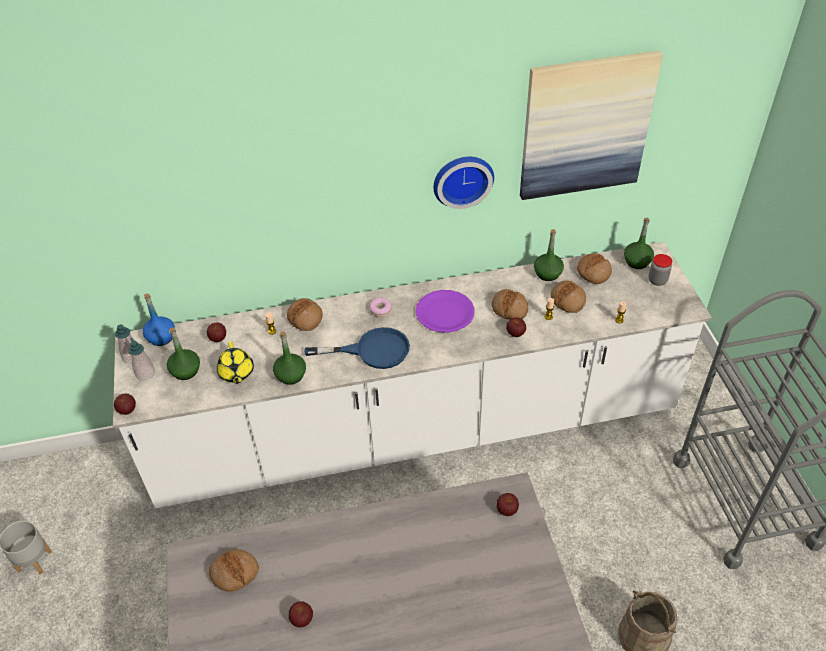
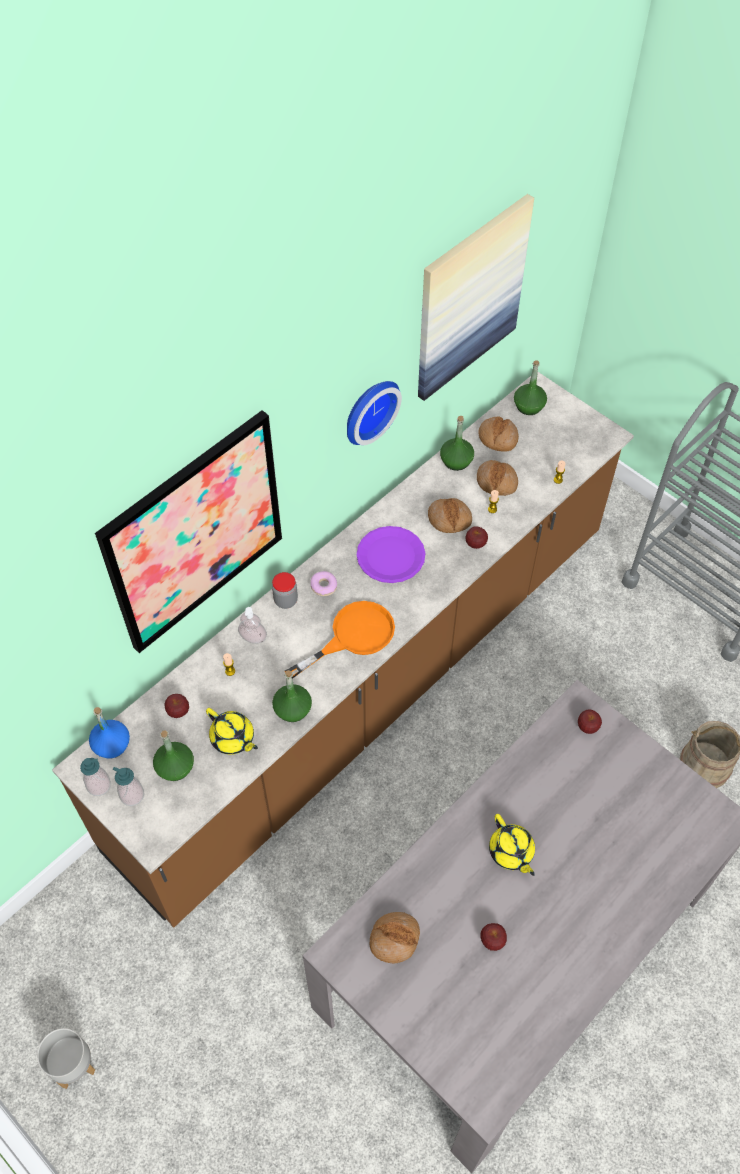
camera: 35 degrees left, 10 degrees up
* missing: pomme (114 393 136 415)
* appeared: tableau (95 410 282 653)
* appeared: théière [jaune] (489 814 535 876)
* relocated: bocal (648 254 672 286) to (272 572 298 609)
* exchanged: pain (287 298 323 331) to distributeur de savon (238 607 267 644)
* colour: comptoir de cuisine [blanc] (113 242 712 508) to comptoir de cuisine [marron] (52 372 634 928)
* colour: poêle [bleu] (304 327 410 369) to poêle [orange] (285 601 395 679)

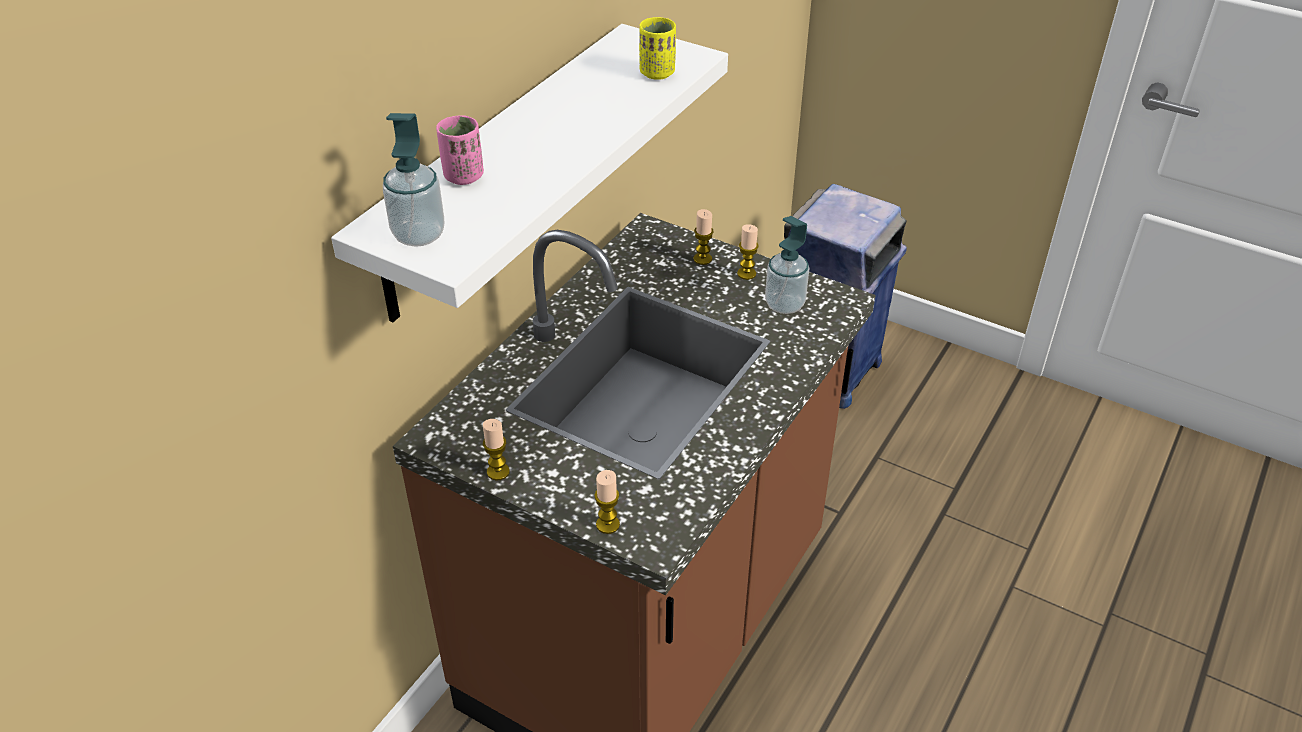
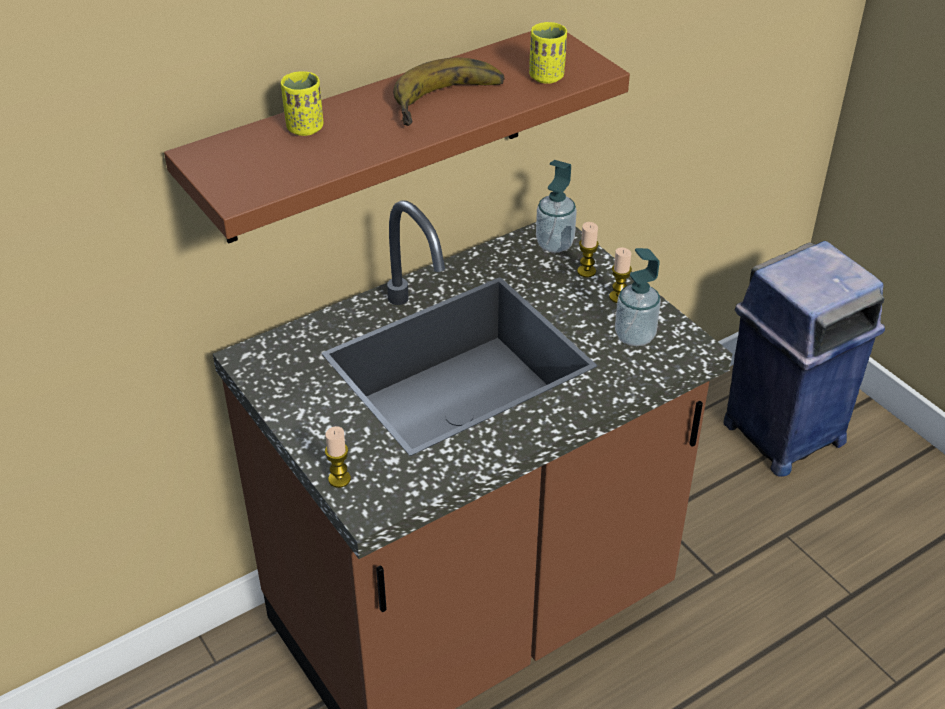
camera: 25 degrees right, 0 degrees up
* missing: bougie (483 419 510 481)
* appeared: banane (393 57 505 126)
* relocated: distributeur de savon (383 113 444 247) to (536 160 577 253)
* colour: étagère [blanc] (331 24 728 322) to étagère [marron] (164 31 630 243)
* colour: tasse [rose] (436 115 484 185) to tasse [jaune] (281 71 324 136)

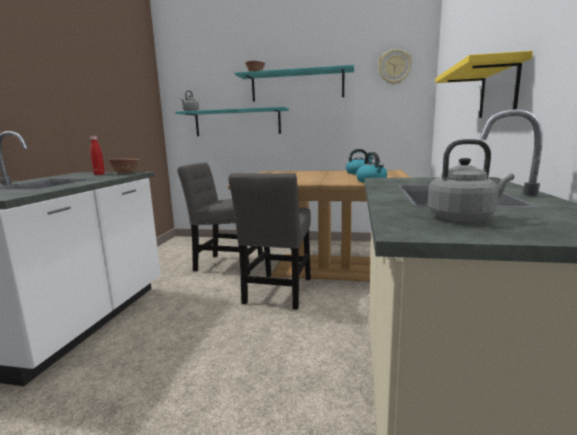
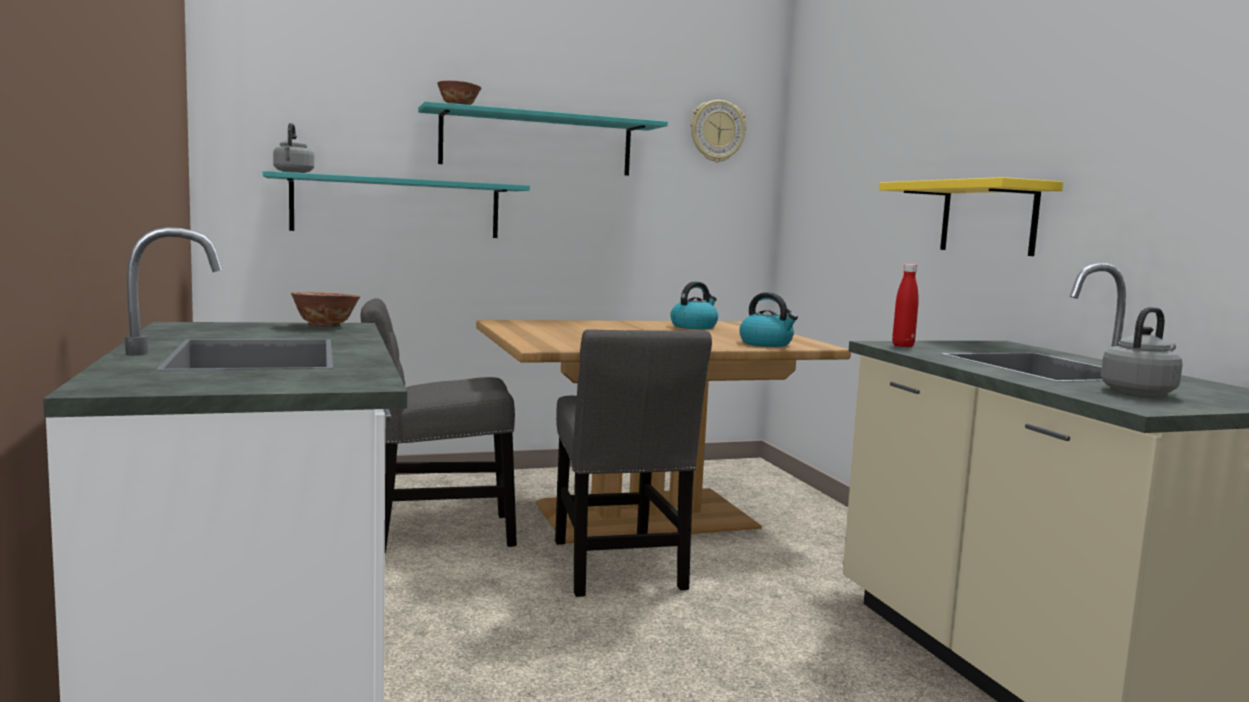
camera: 30 degrees left, 5 degrees down
* relocated: bouteille [rouge] (90 136 105 175) to (892 264 919 347)

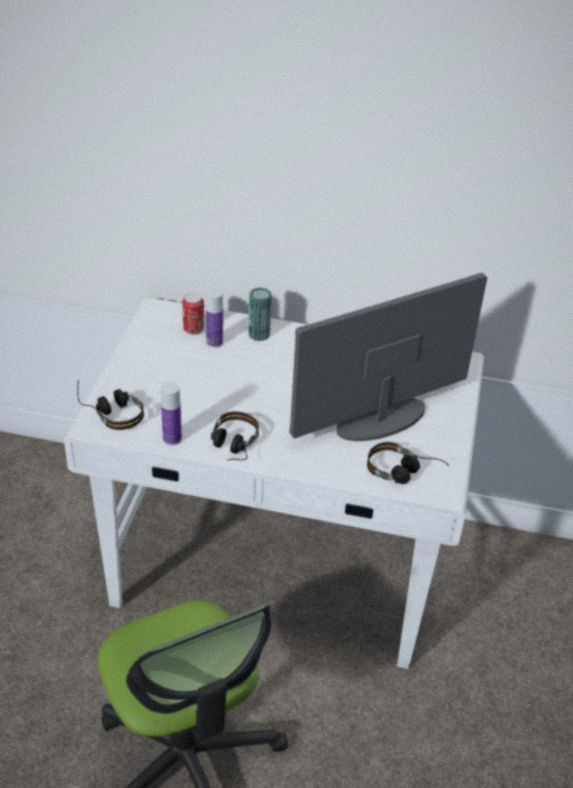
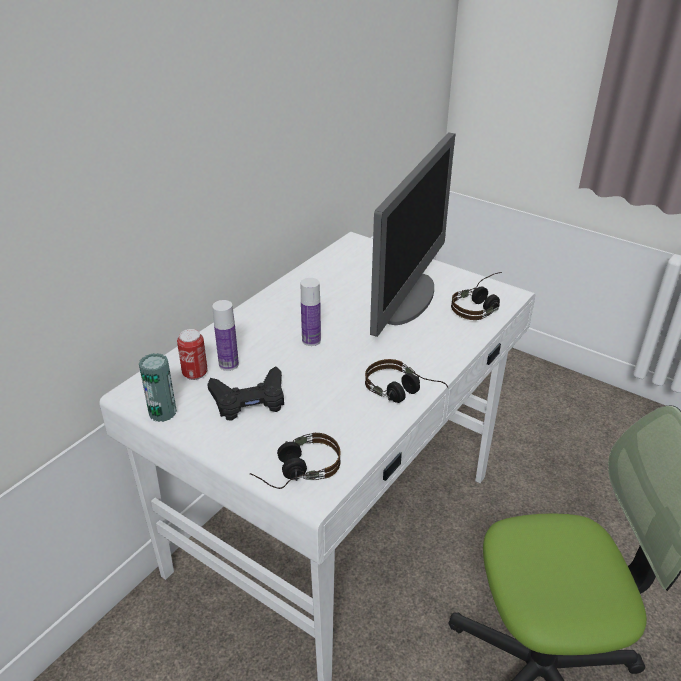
camera: 65 degrees left, 5 degrees down
* appeared: manette [noir] (207 366 284 421)
* relocated: bouteille (161 382 182 446) to (301 278 321 346)
* relocated: boîte métallique (249 288 272 341) to (139 353 177 422)
* spun: écran d'ordinateur (289 273 487 441) = (370 132 455 337) 150 degrees counterclockwise

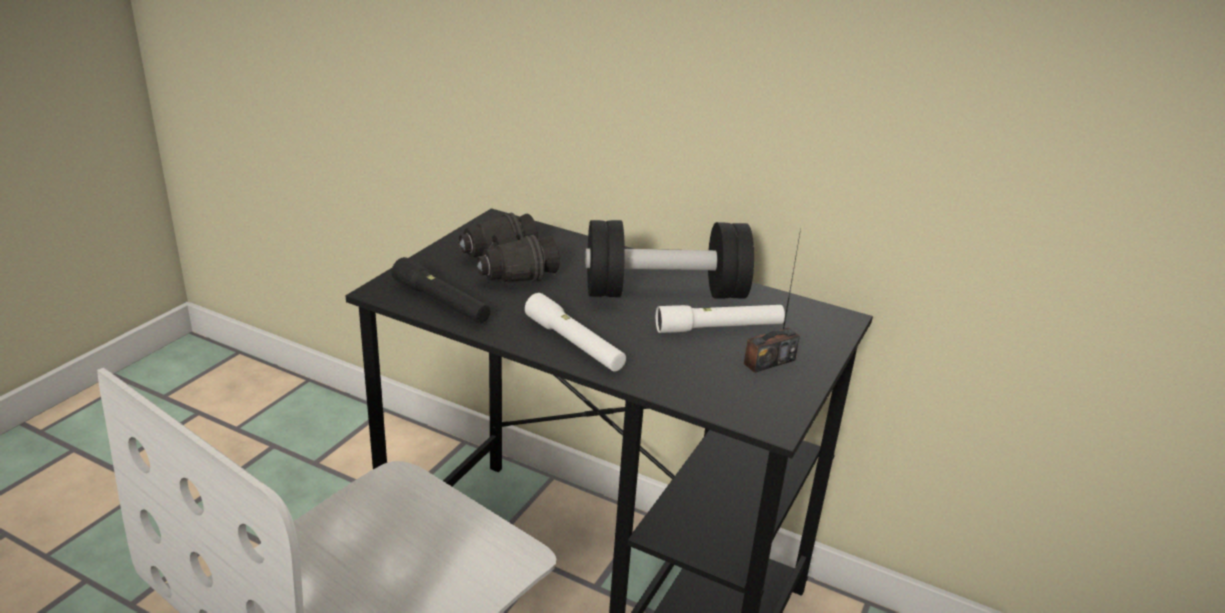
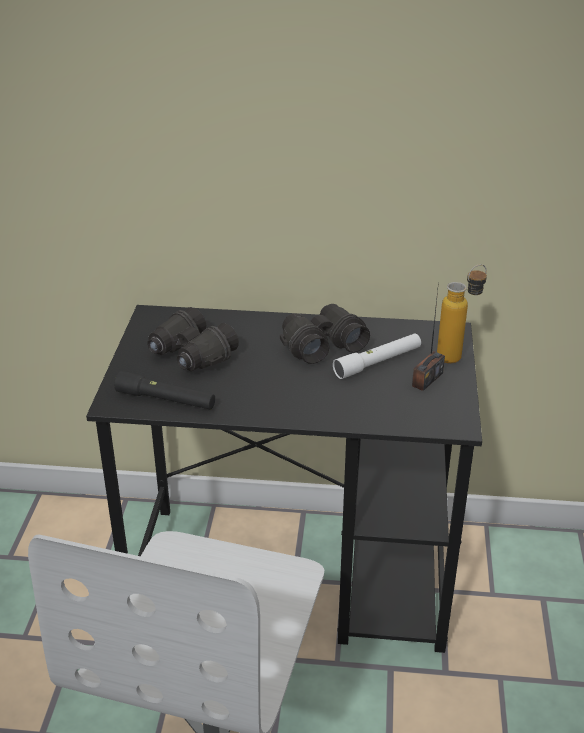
camera: 20 degrees left, 5 degrees up
* missing: lampe de poche [blanc] (525 293 626 372)
* appeared: bouteille (437 264 487 363)
* exchanged: haltère [noir] (585 220 754 299) to jumelles [noir] (280 304 370 364)

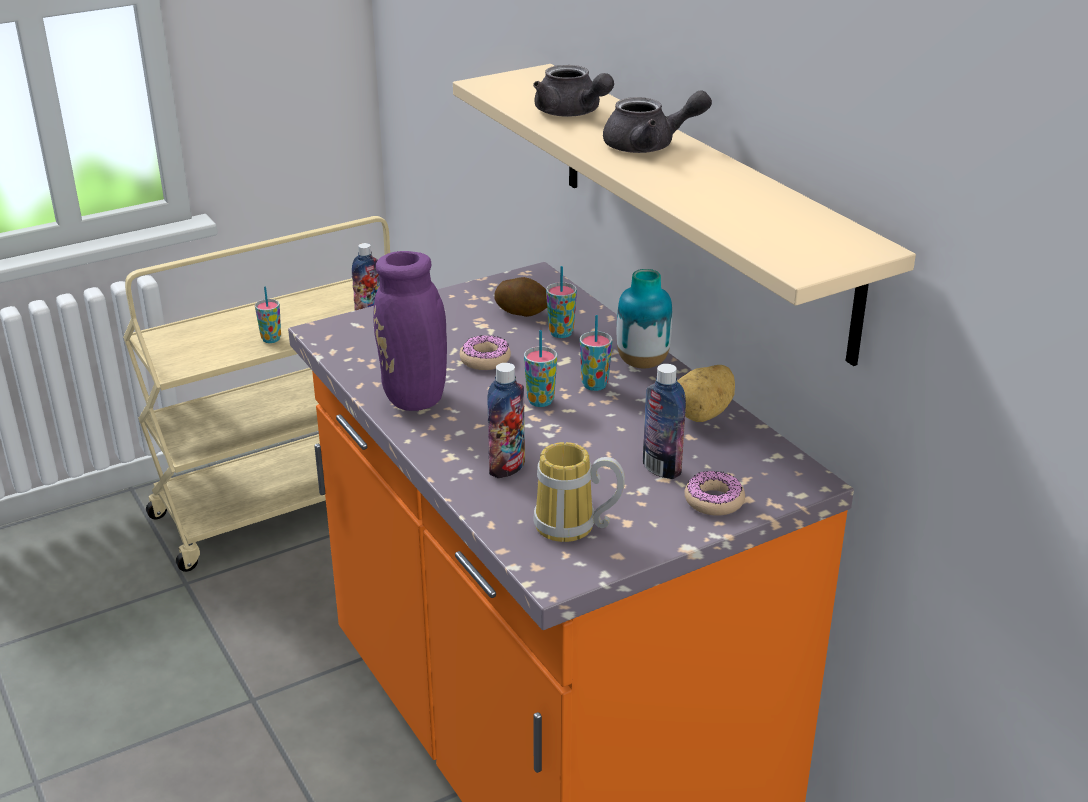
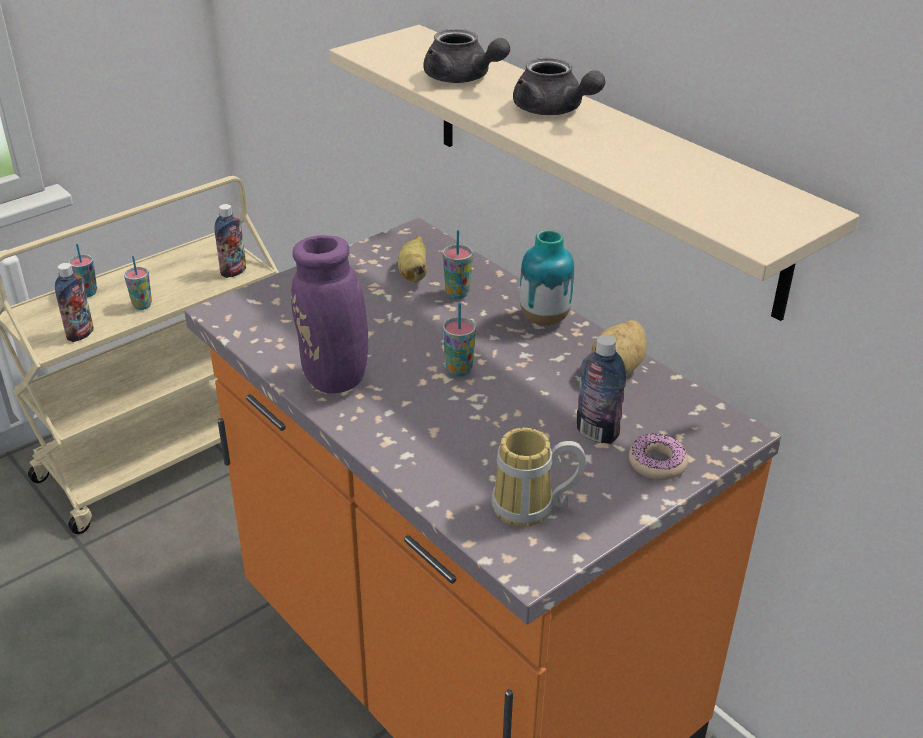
camera: 10 degrees left, 5 degrees up
* missing: beignet (460 335 511 370)
* relocated: bouteille (487 363 525 479) to (55 263 94 342)
* relocated: tasse (580 315 612 391) to (69 244 97 297)
* exchanged: pomme de terre (494 277 547 317) to banane (398 235 427 283)
* spun: théière [gris] (603 90 712 153) = (513 58 605 115) 60 degrees clockwise

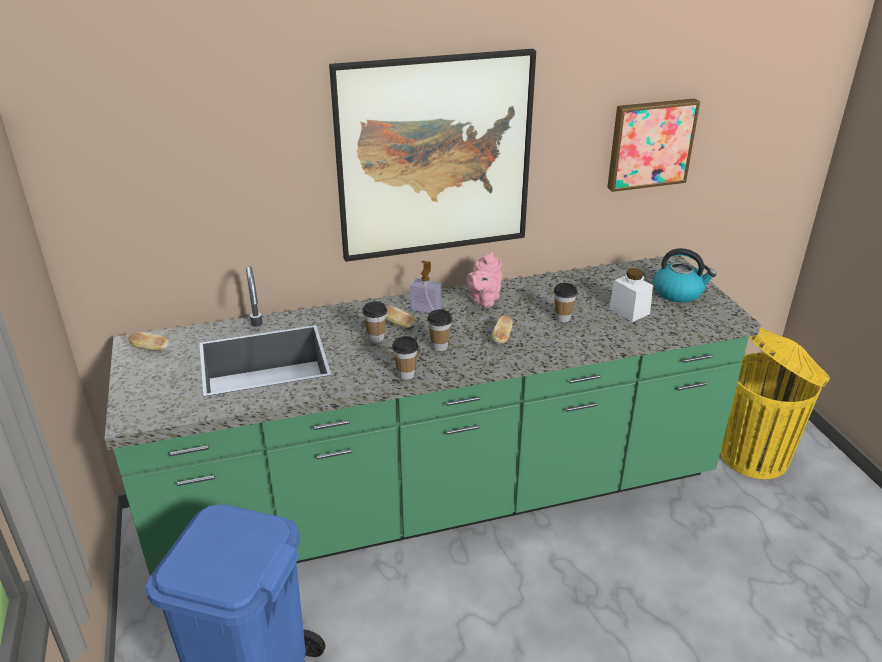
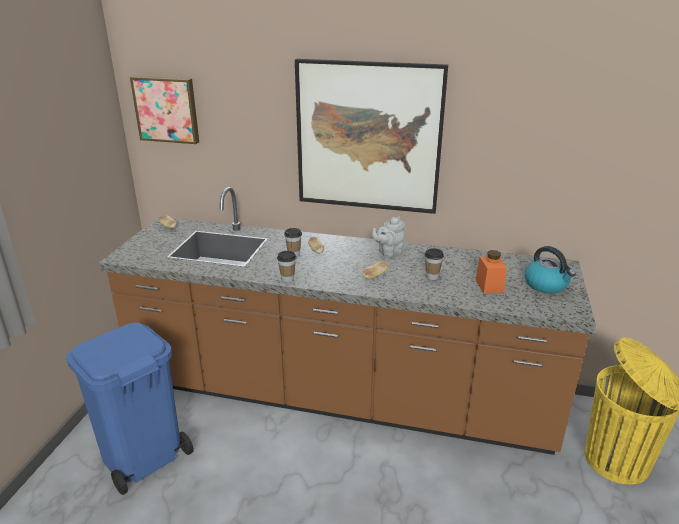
camera: 30 degrees right, 5 degrees down
* missing: distributeur de savon (410 261 441 313)
* missing: tasse (427 310 453 351)
* relocated: tableau (607 98 700 192) to (130 76 199 144)
* colour: comptoir de cuisine [vert] (105 255 761 576) to comptoir de cuisine [marron] (99 187 596 455)
* colour: théière [rose] (467 252 502 307) to théière [gris] (372 216 405 257)
* colour: bocal [blanc] (609 268 653 322) to bocal [orange] (476 250 507 294)

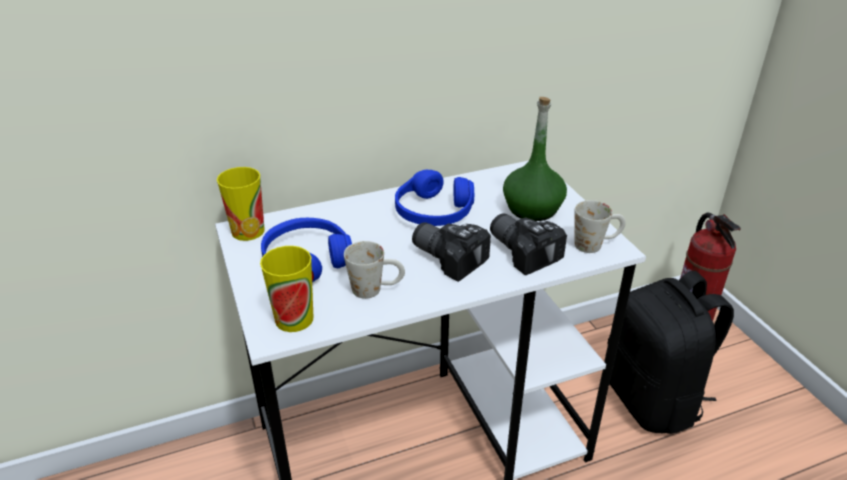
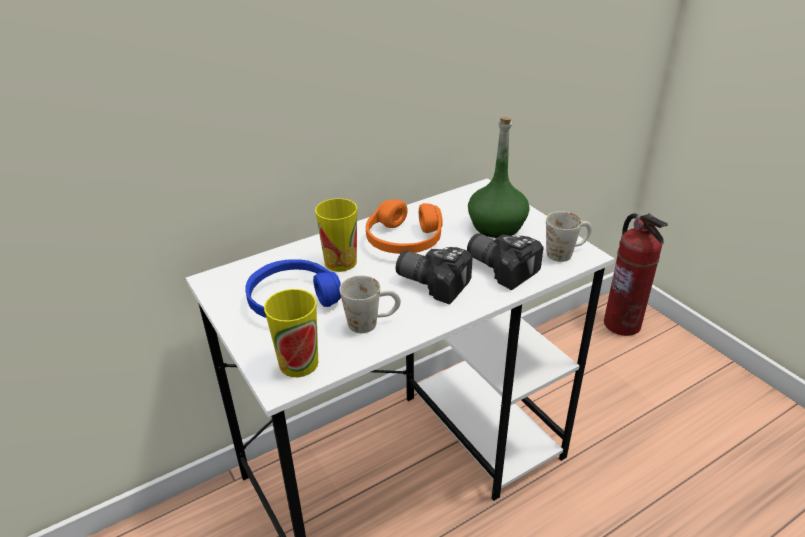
camera: 10 degrees left, 0 degrees up
* missing: sac à dos [noir] (605 271 734 434)
* relocated: tasse (217 167 265 241) to (315 198 357 272)
* colour: casque audio [bleu] (395 170 474 226) to casque audio [orange] (366 199 443 254)

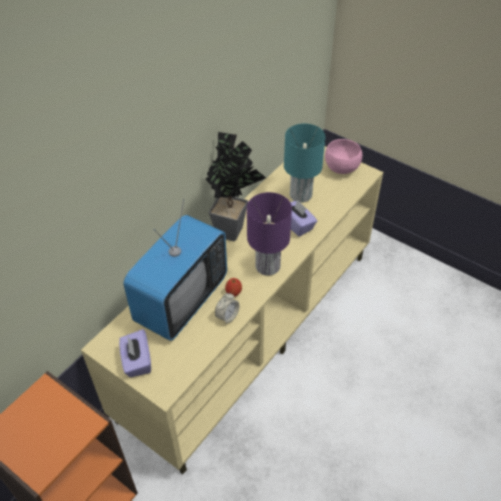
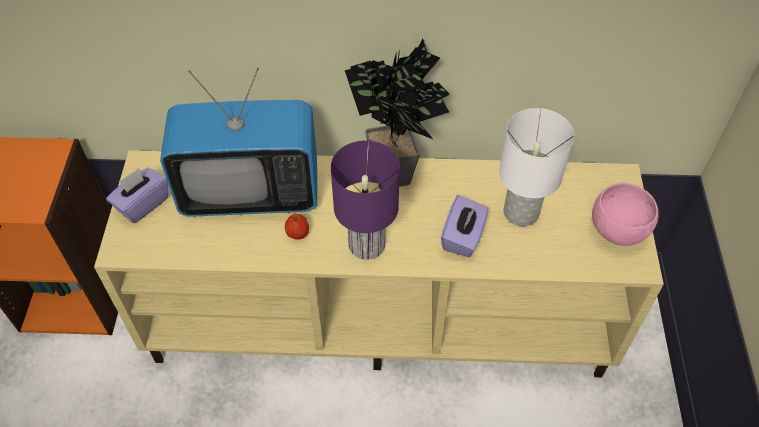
camera: 55 degrees right, 5 degrees up
* missing: réveil (215 293 239 324)
* colour: lampe de table [turquoise] (284 124 326 203) to lampe de table [blanc] (499 108 574 226)

